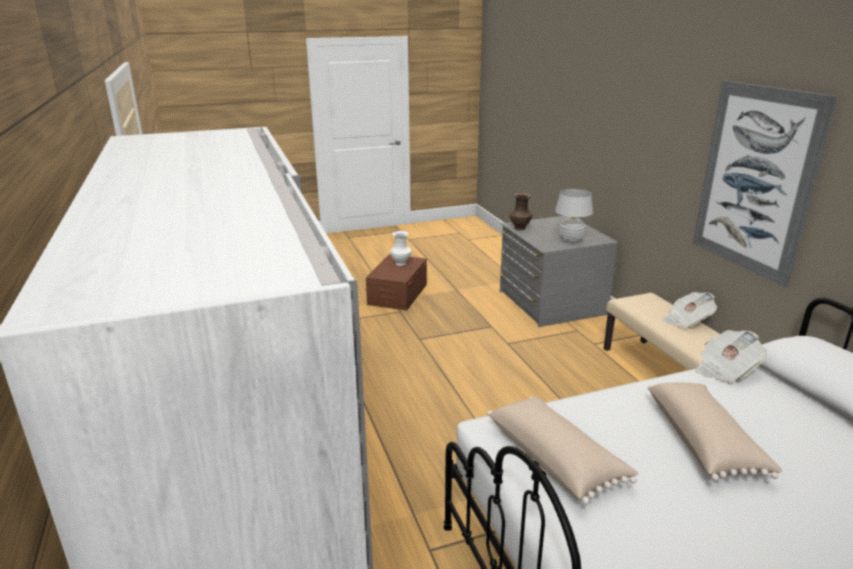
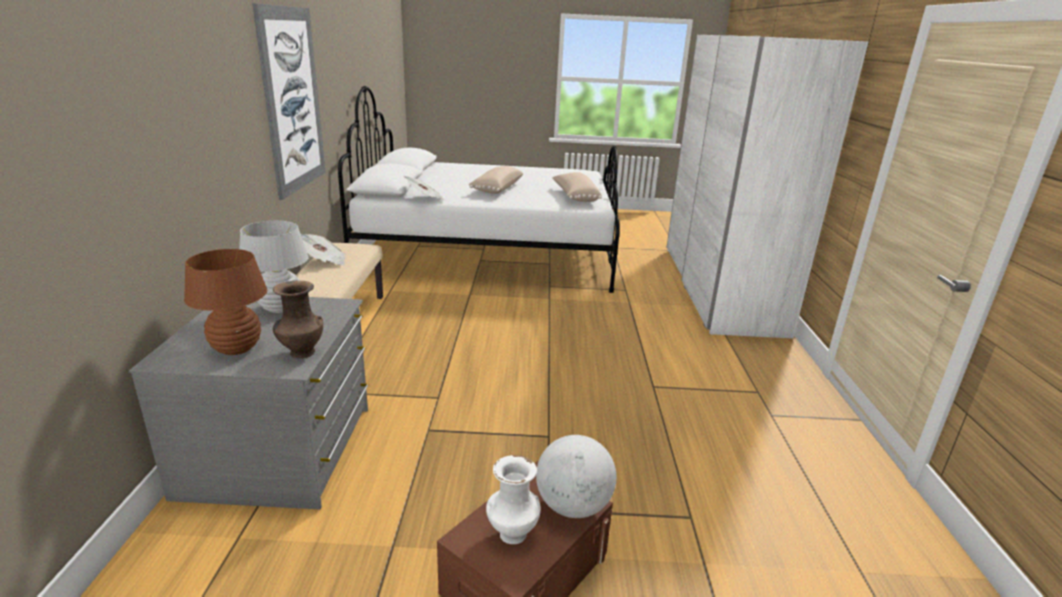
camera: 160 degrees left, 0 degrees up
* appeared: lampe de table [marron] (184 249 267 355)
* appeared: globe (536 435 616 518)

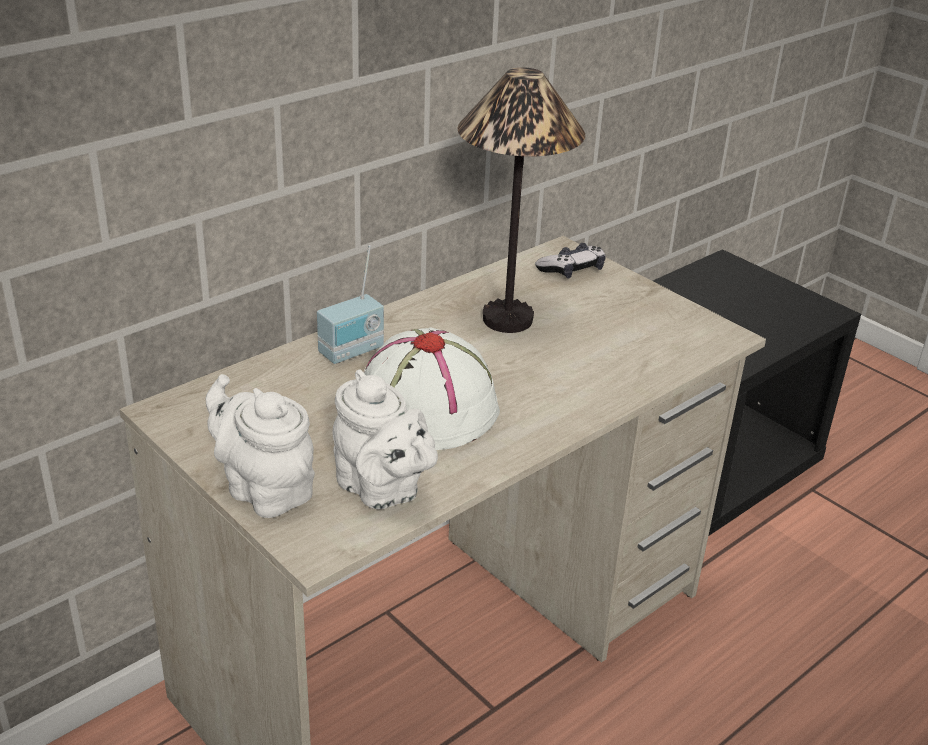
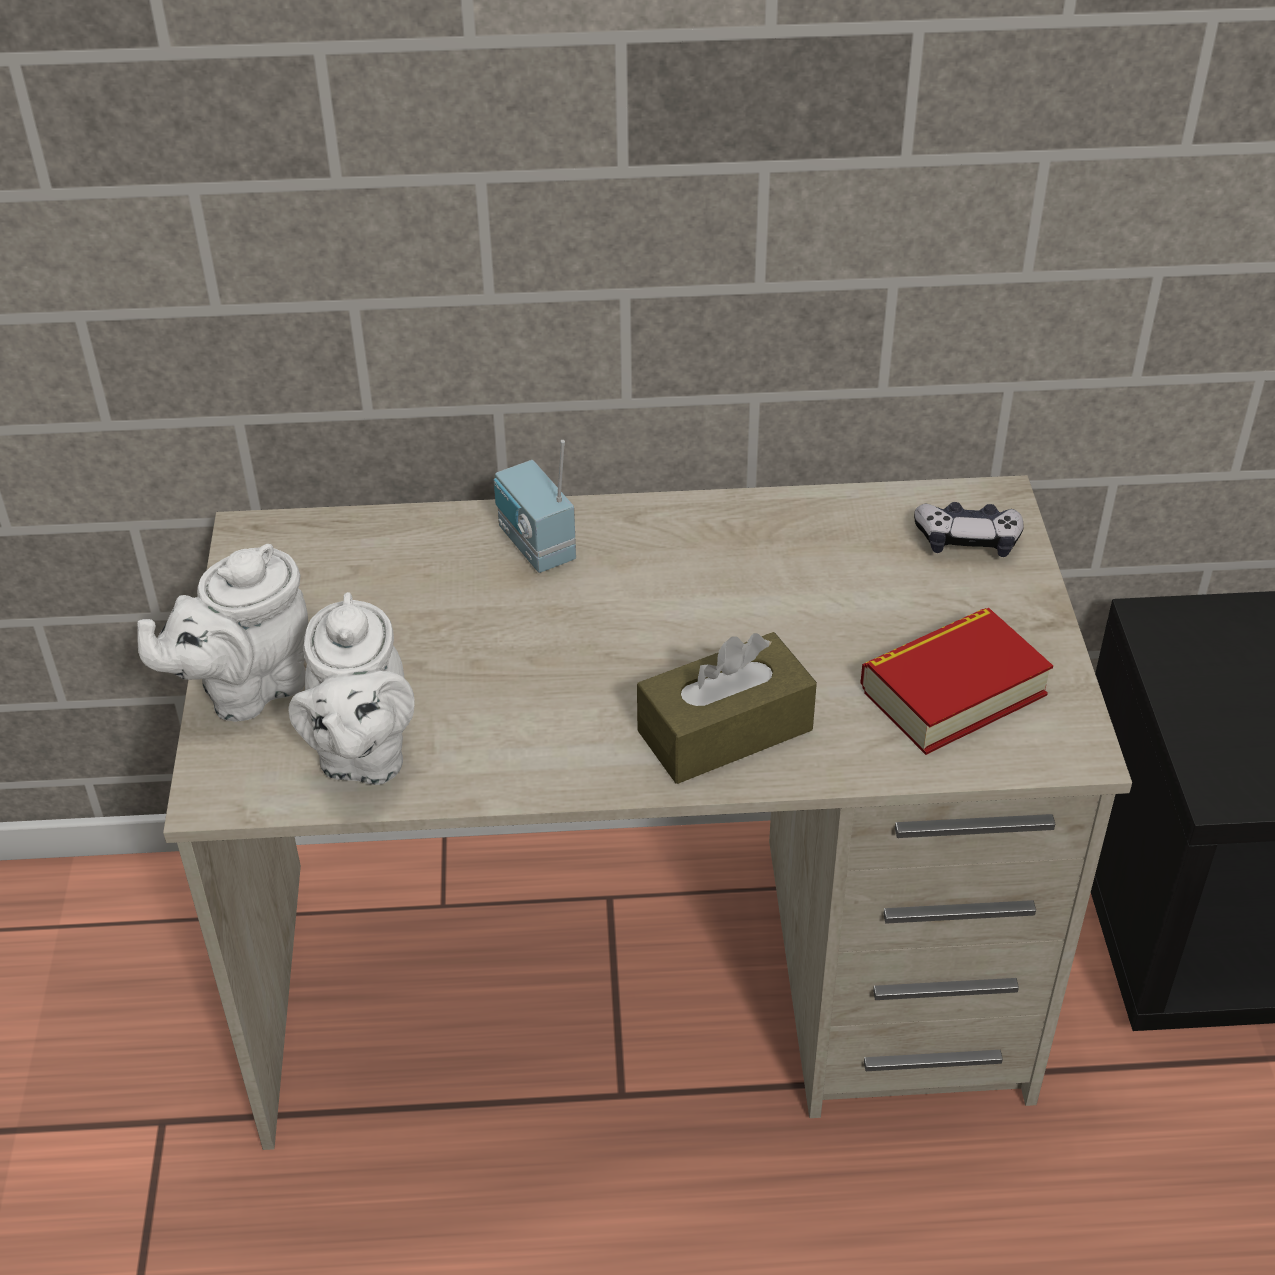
camera: 40 degrees right, 10 degrees up
* missing: chapeau [blanc] (364 327 500 450)
* missing: lampe de table (457 67 585 333)
* appeared: boîte à mouchoirs [marron] (637 632 817 784)
* appeared: livre (860 608 1053 755)
* spun: théière [blanc] (205 374 315 518) = (137 544 308 722) 120 degrees counterclockwise
* spun: radio (317 245 384 364) = (494 440 576 573) 60 degrees clockwise

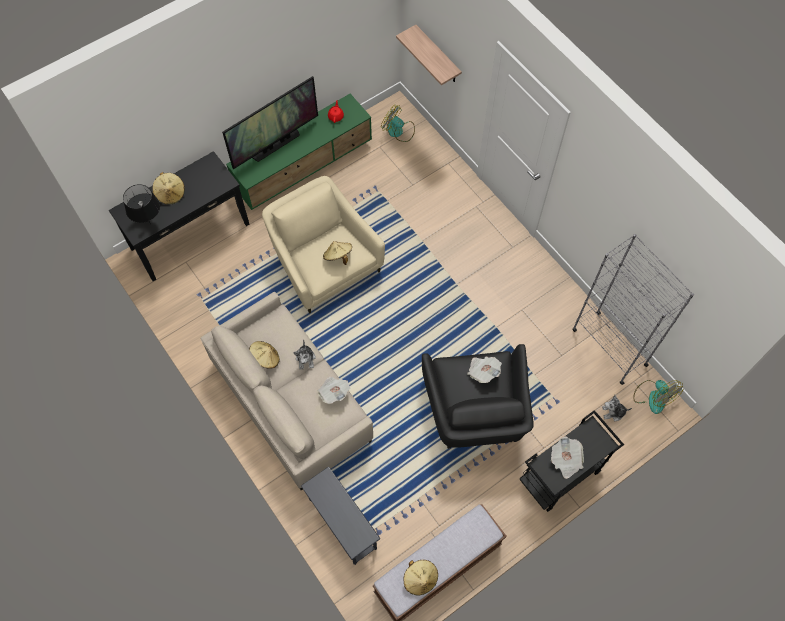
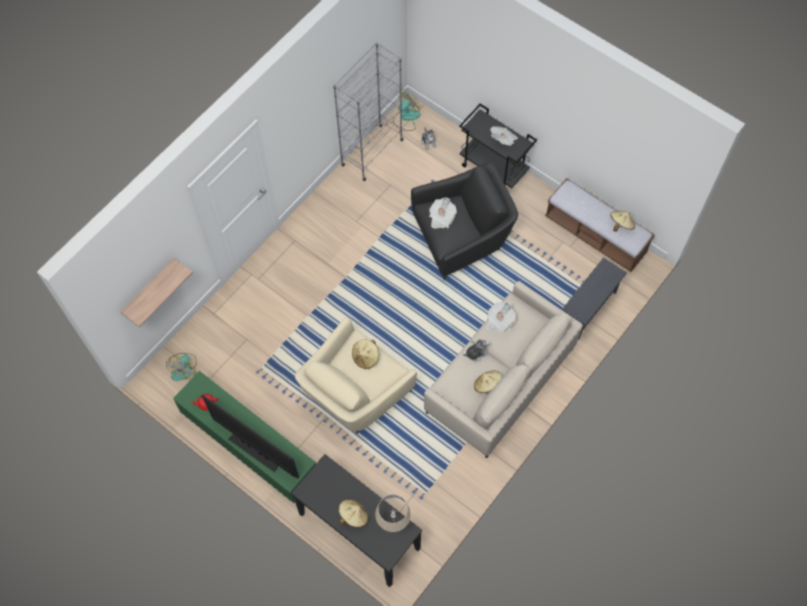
camera: 105 degrees left, 0 degrees up
* colour: lampe de table [noir] (123 184 160 223) to lampe de table [beige] (375 494 411 532)

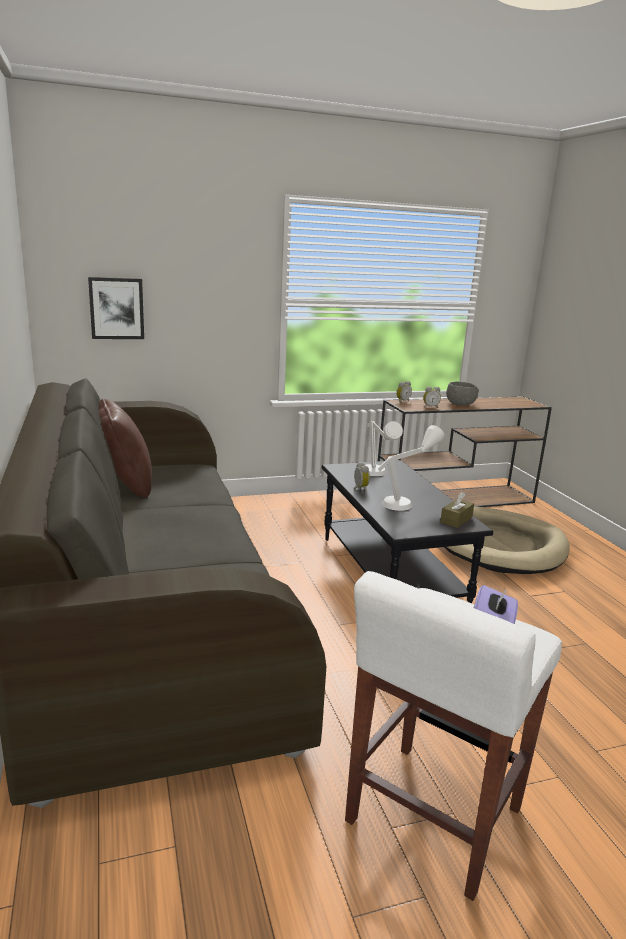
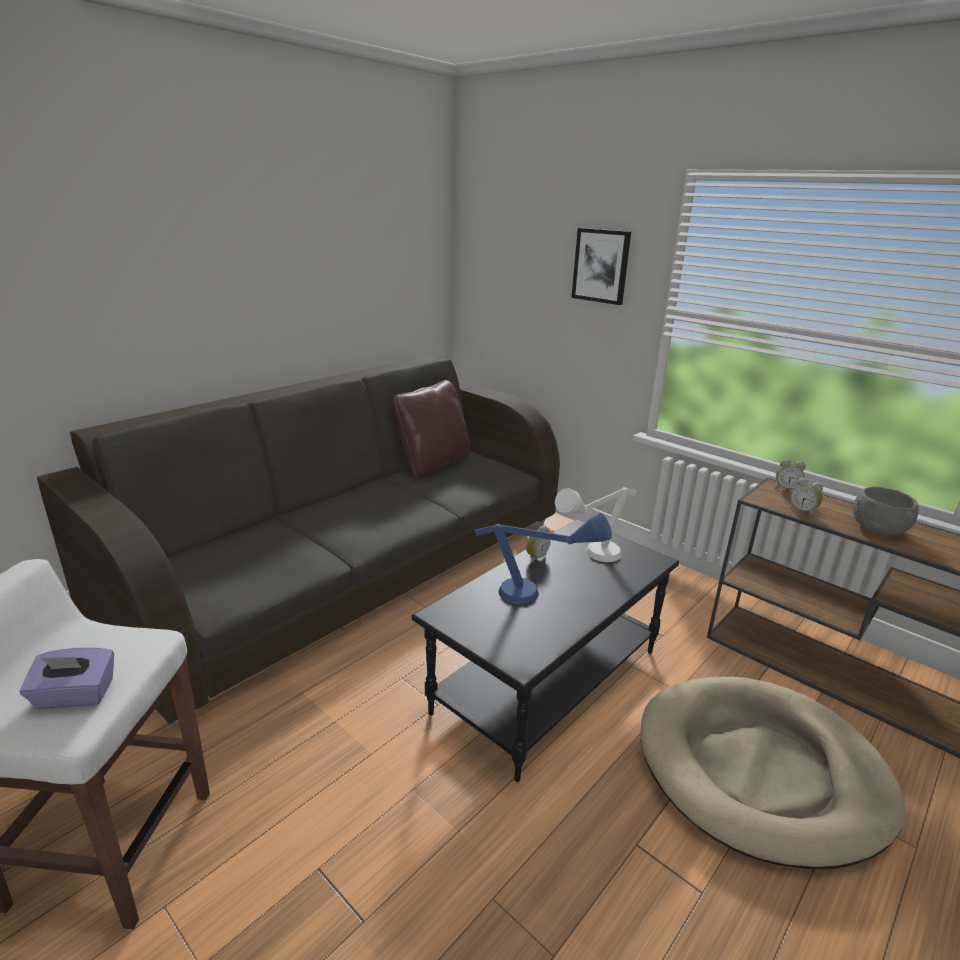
camera: 60 degrees right, 5 degrees up
* missing: boîte à mouchoirs [marron] (440 492 474 528)
* relocated: tableau (88 277 144 339) to (571 228 631 305)
* colour: lampe de table [blanc] (378 425 445 511) to lampe de table [bleu] (474 513 612 604)

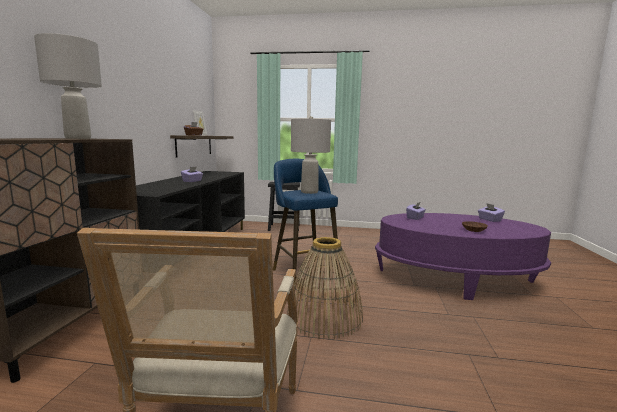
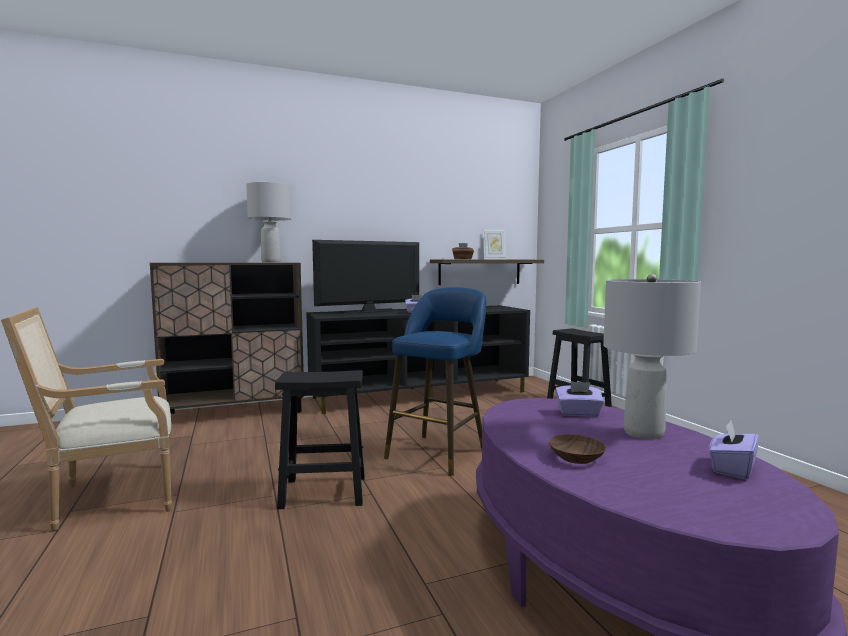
camera: 60 degrees right, 5 degrees down
* appeared: téléviseur (312 240 419 314)
* relocated: lampe de table [gris] (291 116 331 194) to (603 274 701 439)
* exchanged: panier (287 237 363 340) to tabouret [noir] (275 370 365 509)

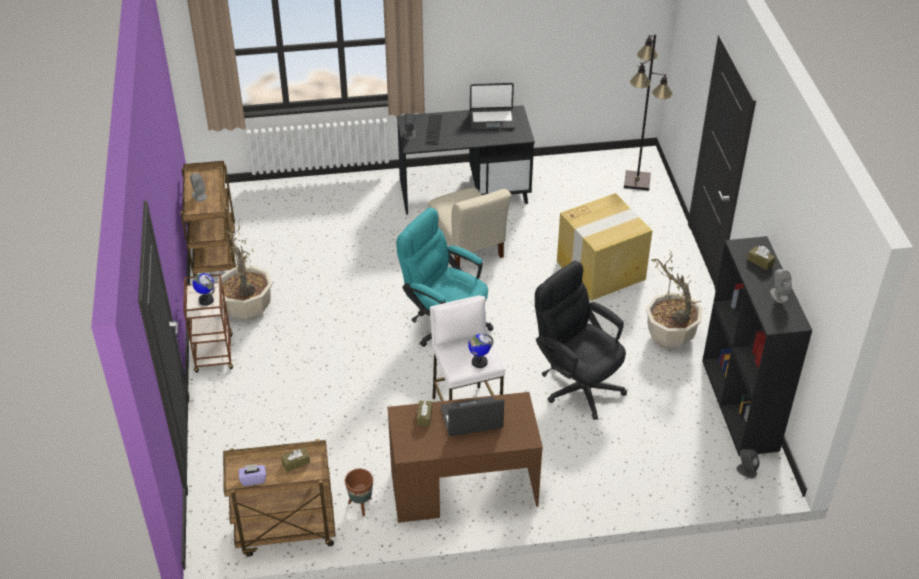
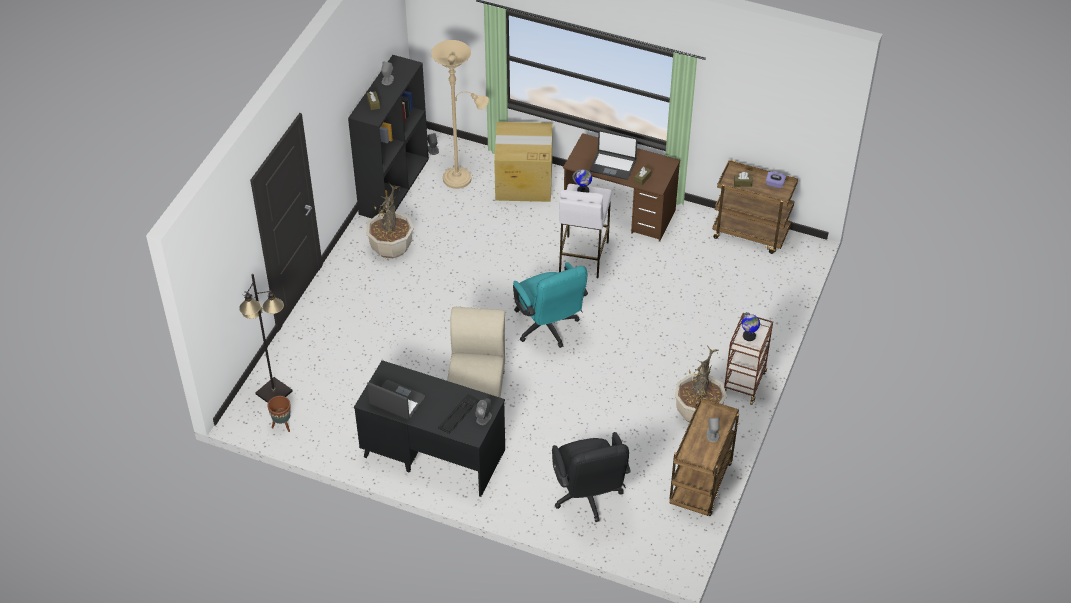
camera: 150 degrees left, 5 degrees up
* appeared: lampadaire [beige] (431 40 489 189)
* relocated: cache-pot [marron] (345 469 373 517) to (267 396 290 432)
* relocated: chaise de bureau [noir] (535 261 627 420) to (552 432 631 522)
* relocated: carton (557 193 653 301) to (494 122 553 202)

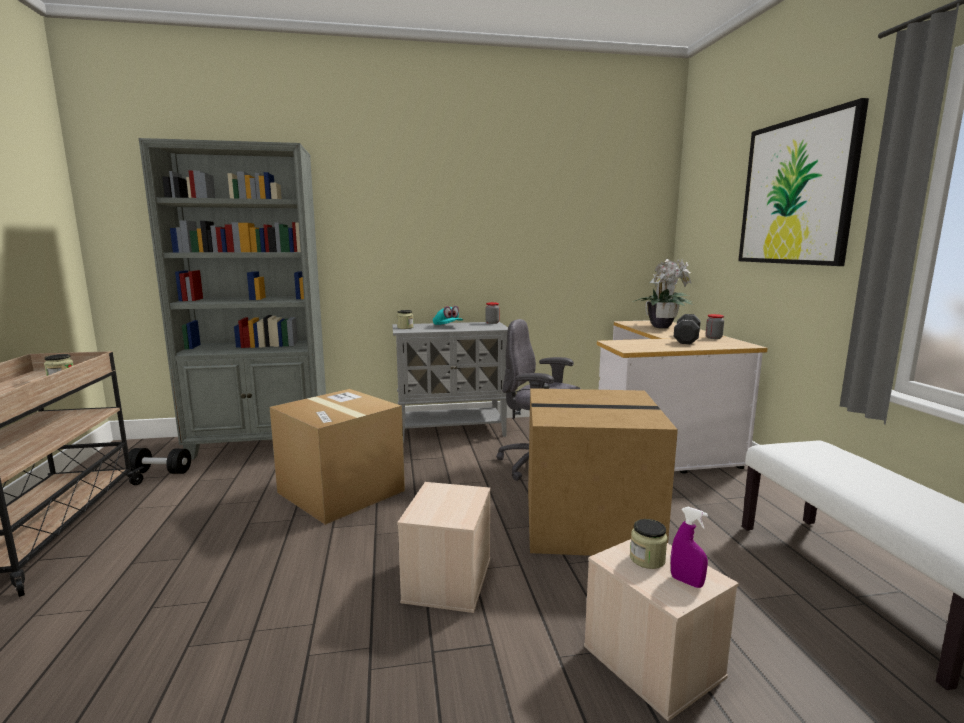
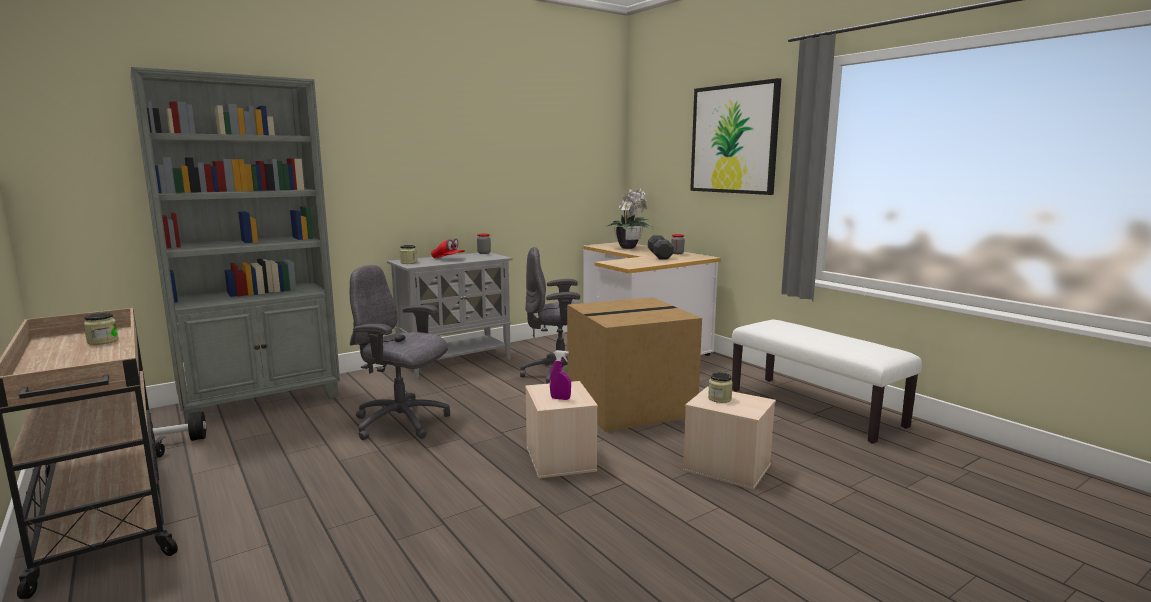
camera: 25 degrees left, 0 degrees up
* relocated: vaporisateur [violet] (671 507 708 588) to (550 350 571 400)
* exchanged: carton (270 389 405 525) to chaise de bureau [gris] (350 265 450 440)
* colour: casquette [turquoise] (433 306 463 325) to casquette [rouge] (431 238 465 258)

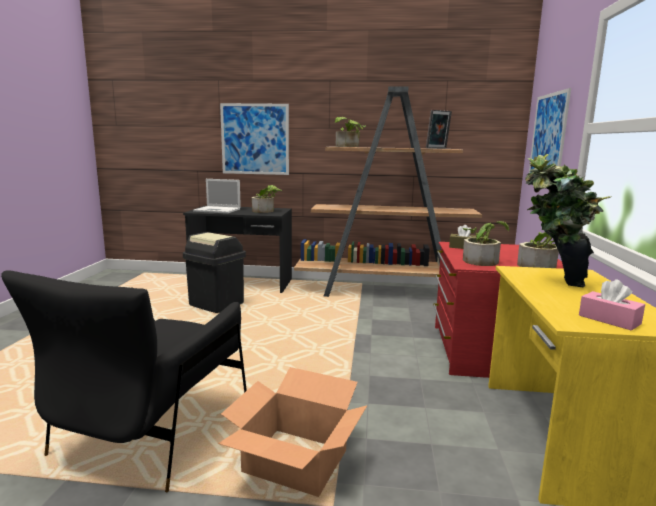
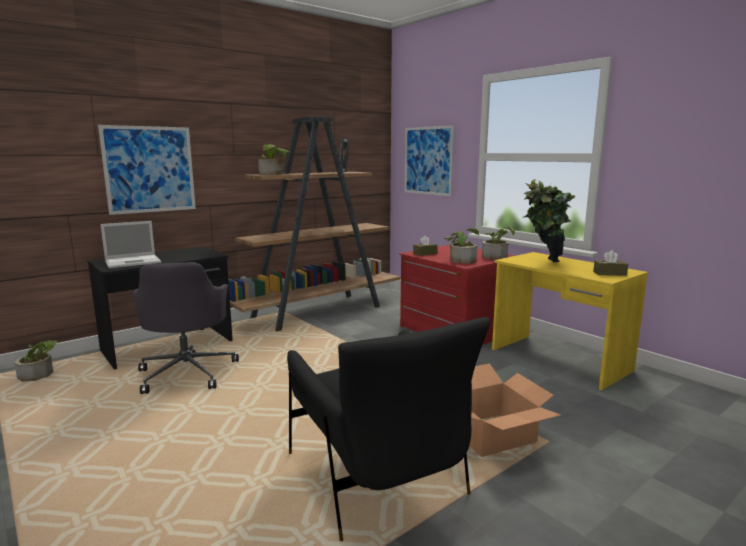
camera: 45 degrees left, 0 degrees up
* relocated: plante en pot (252 185 282 213) to (14 340 57 382)
* exchanged: poubelle [noir] (183 232 246 313) to chaise de bureau [gris] (133 262 239 394)
* colour: boîte à mouchoirs [rose] (579 280 645 330) to boîte à mouchoirs [marron] (593 250 628 276)

